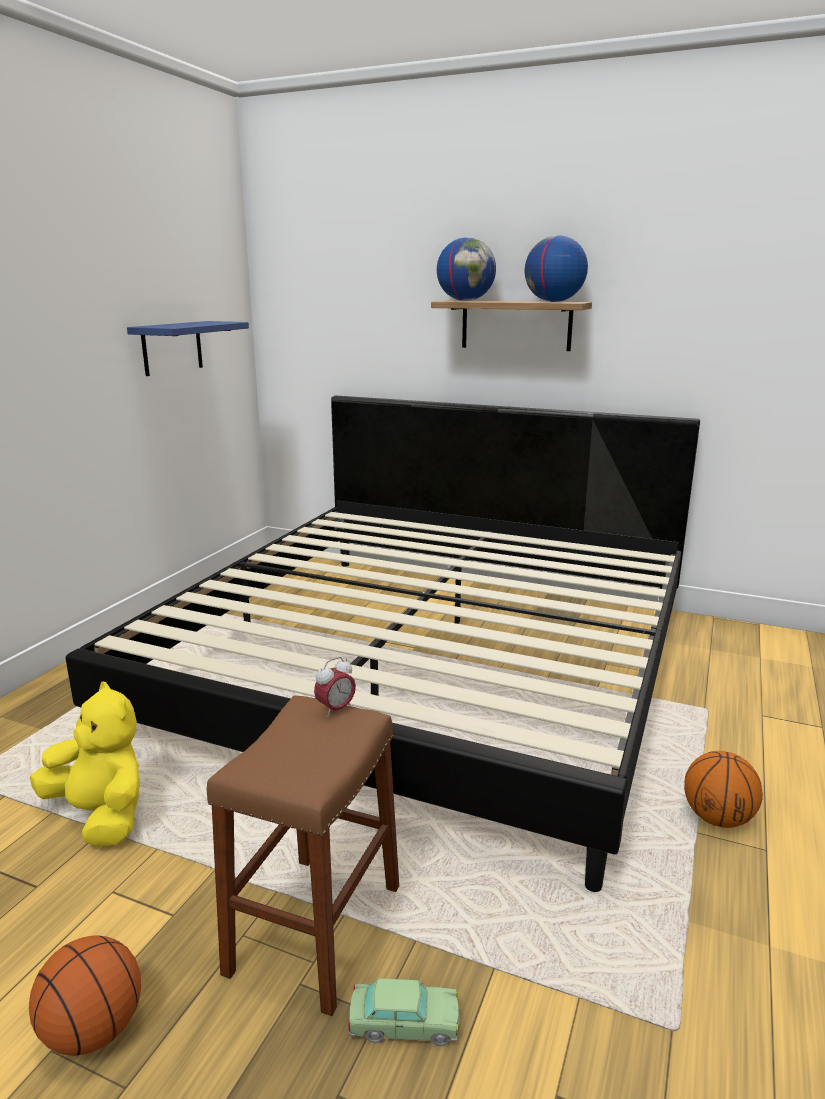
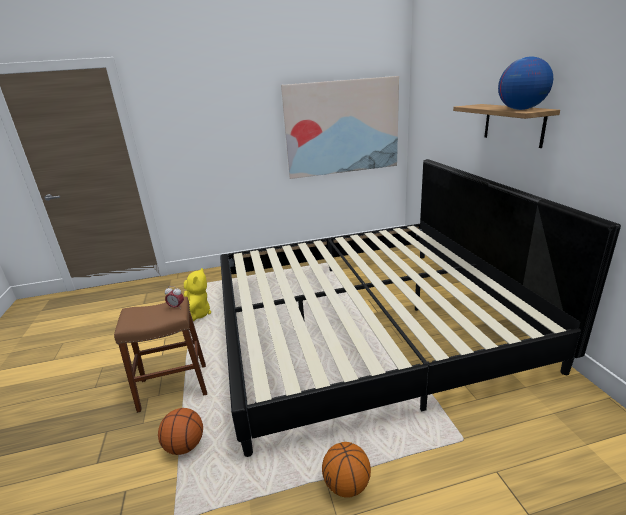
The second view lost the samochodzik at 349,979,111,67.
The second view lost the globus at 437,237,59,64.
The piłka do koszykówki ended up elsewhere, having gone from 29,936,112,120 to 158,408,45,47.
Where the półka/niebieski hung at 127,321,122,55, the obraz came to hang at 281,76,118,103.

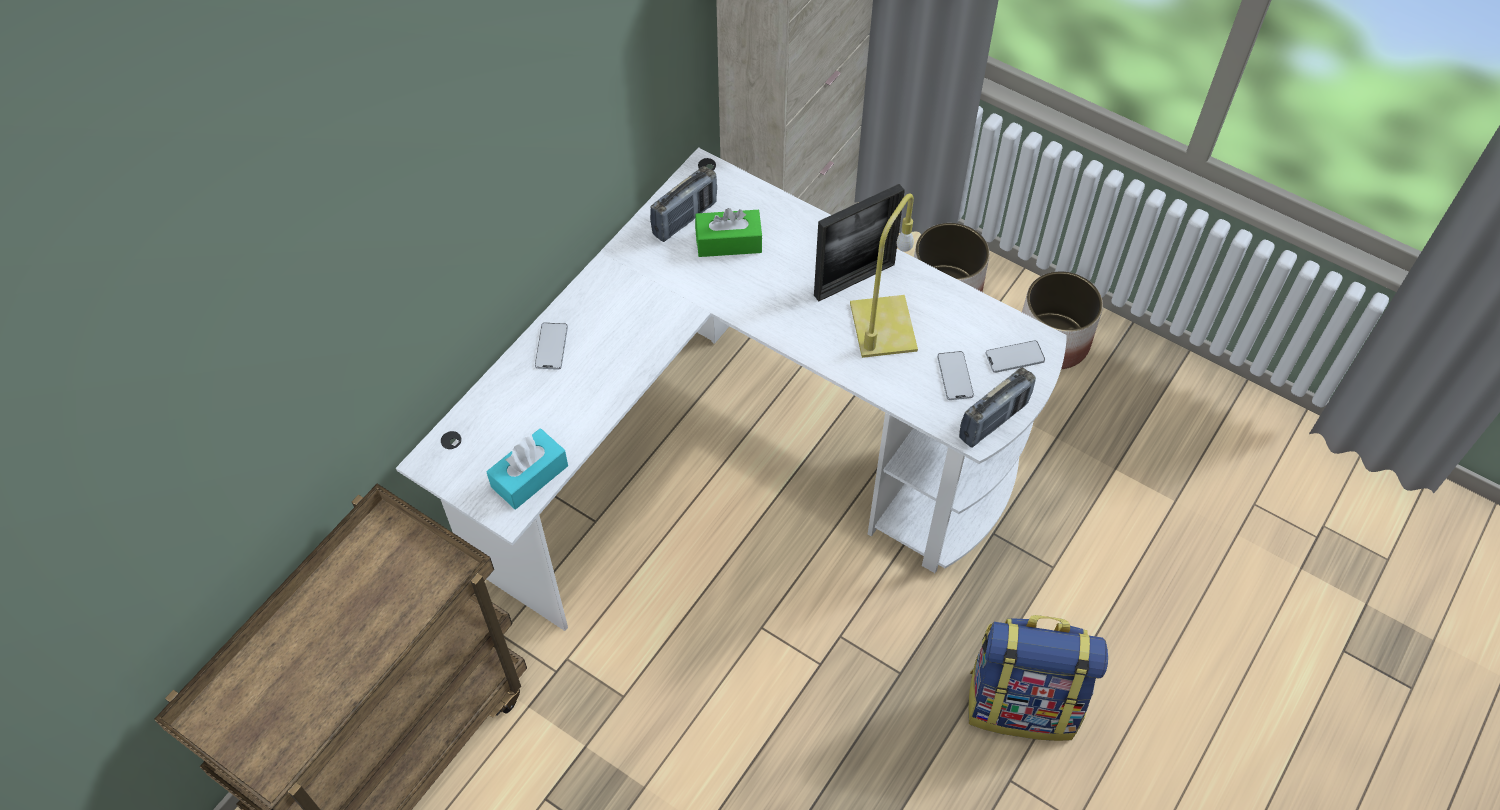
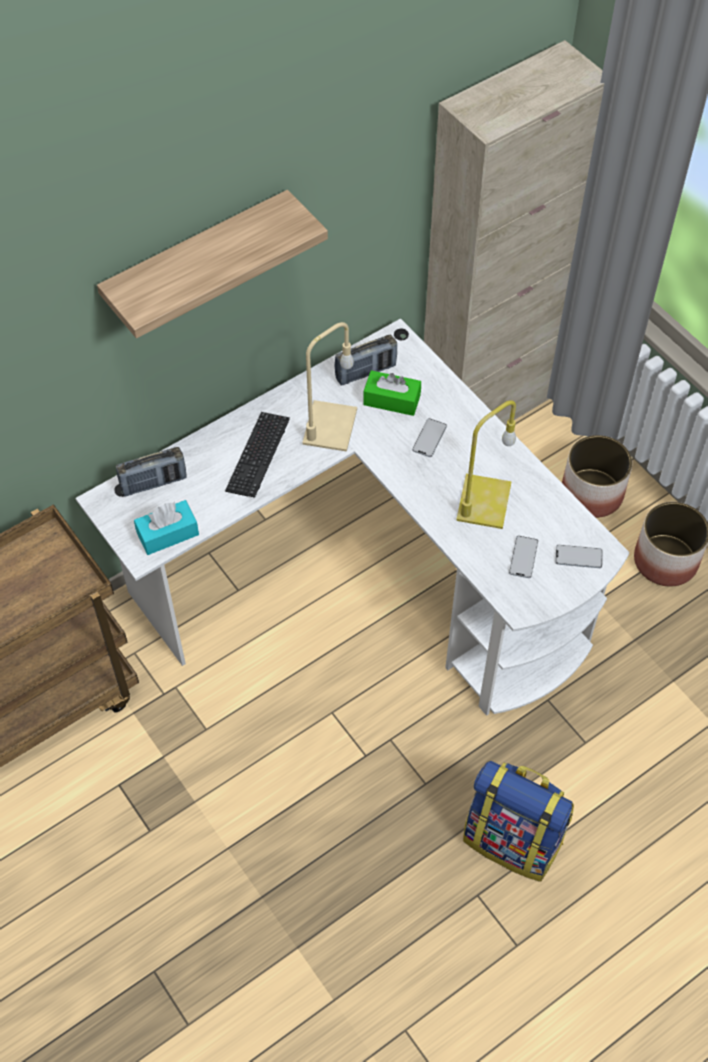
The second view lost the ramka na zdjęcie at 814,184,91,117.
The second view gained the półka at 97,190,231,148.
The second view gained the klawiatura at 225,412,65,86.
The second view gained the lampa stołowa/beżowy at 302,322,55,130.
The telefon ended up elsewhere, having gone from 535,323,33,47 to 412,418,35,39.
The radio ended up elsewhere, having gone from 959,367,77,81 to 116,447,71,50.

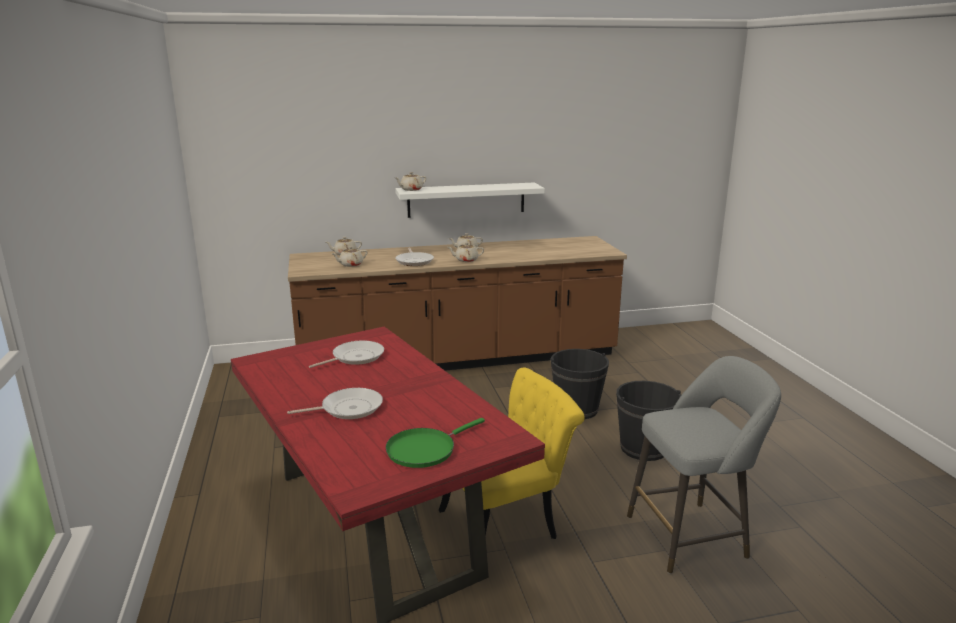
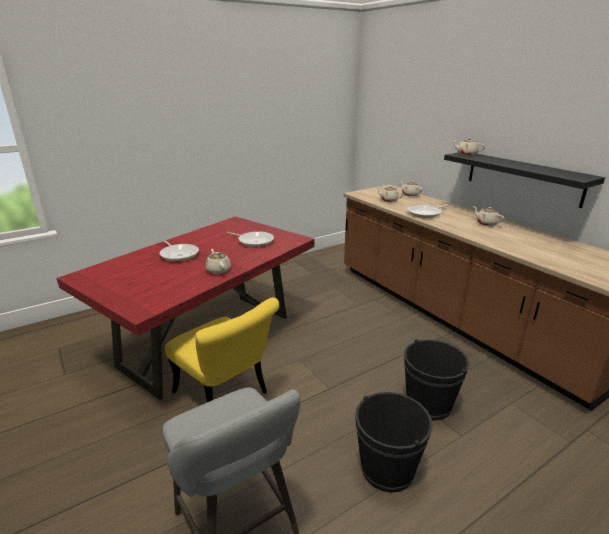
The second view lost the patelnia/zielony at 386,418,99,50.
The imbryk/beżowy ended up elsewhere, having gone from 448,242,36,20 to 205,249,26,25.
What was the półka/biały at 395,183,150,35 turned into the półka/czarny at 444,153,161,55.

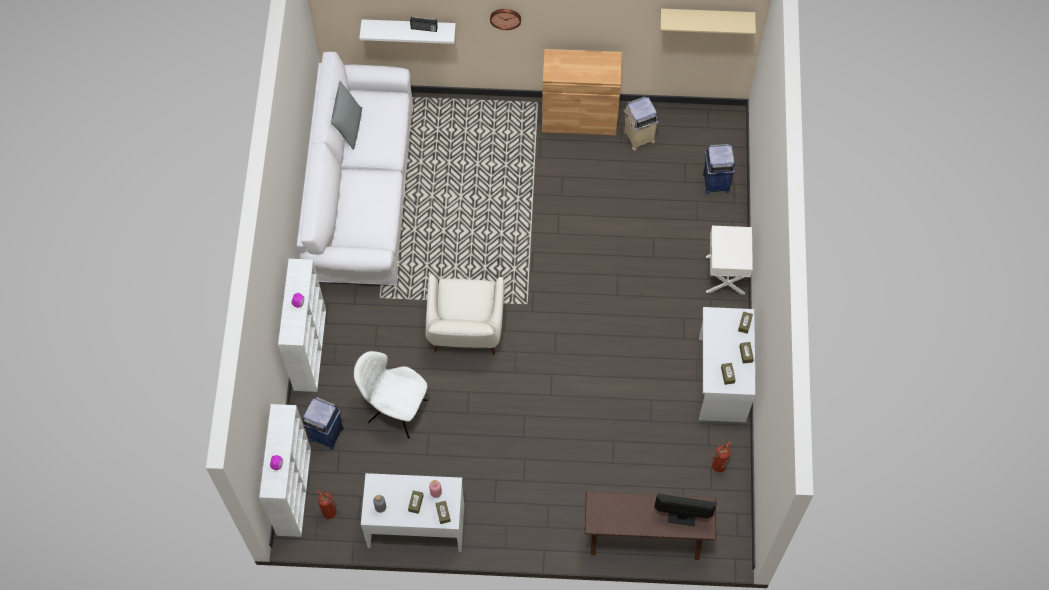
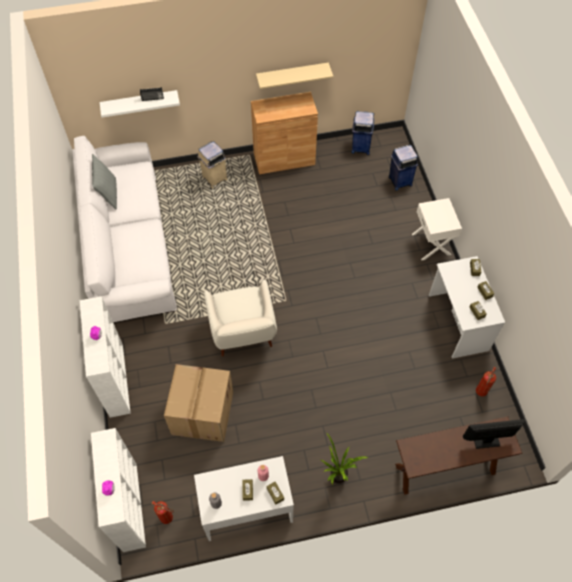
The second view lost the zegar ścienny at 490,9,31,21.
The second view gained the roślina doniczkowa at 321,432,47,53.
The kosz na śmieci/niebieski ended up elsewhere, having gone from 303,397,41,53 to 351,111,24,44.
The kosz na śmieci/beżowy ended up elsewhere, having gone from 624,96,35,54 to 197,141,31,47.
The półka/beżowy ended up elsewhere, having gone from 661,9,95,25 to 256,62,77,27.
Where the krzesło/biały stood at 354,351,74,88, the karton came to stand at 164,364,69,78.

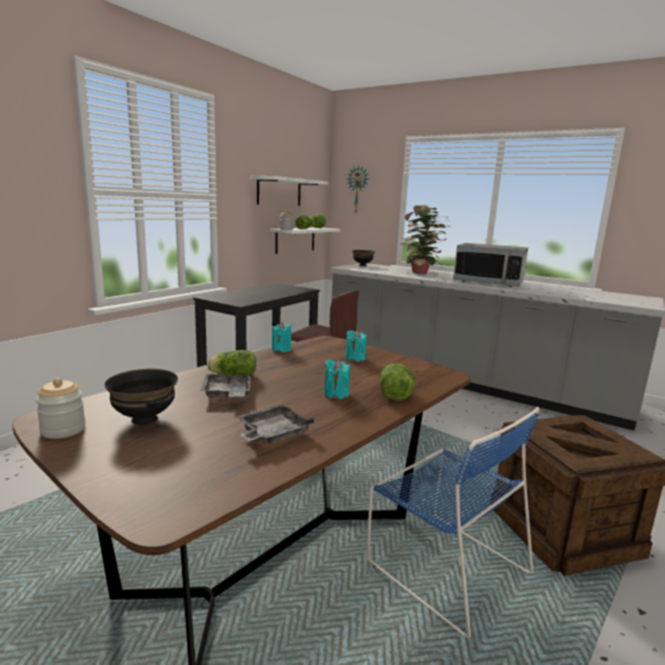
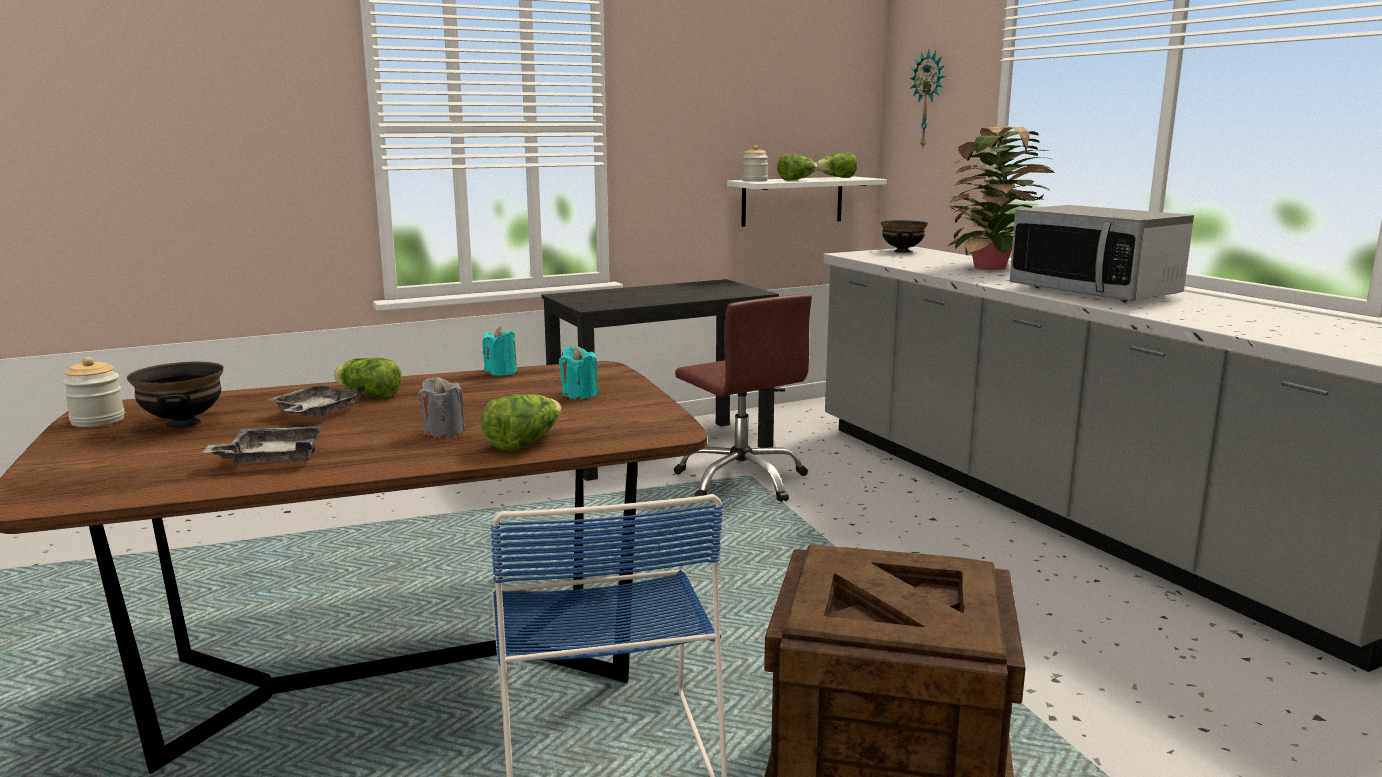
The second view lost the półka/biały at 250,176,78,30.
What was the świeca/turkusowy at 324,360,26,40 turned into the świeca/szary at 418,377,47,61.

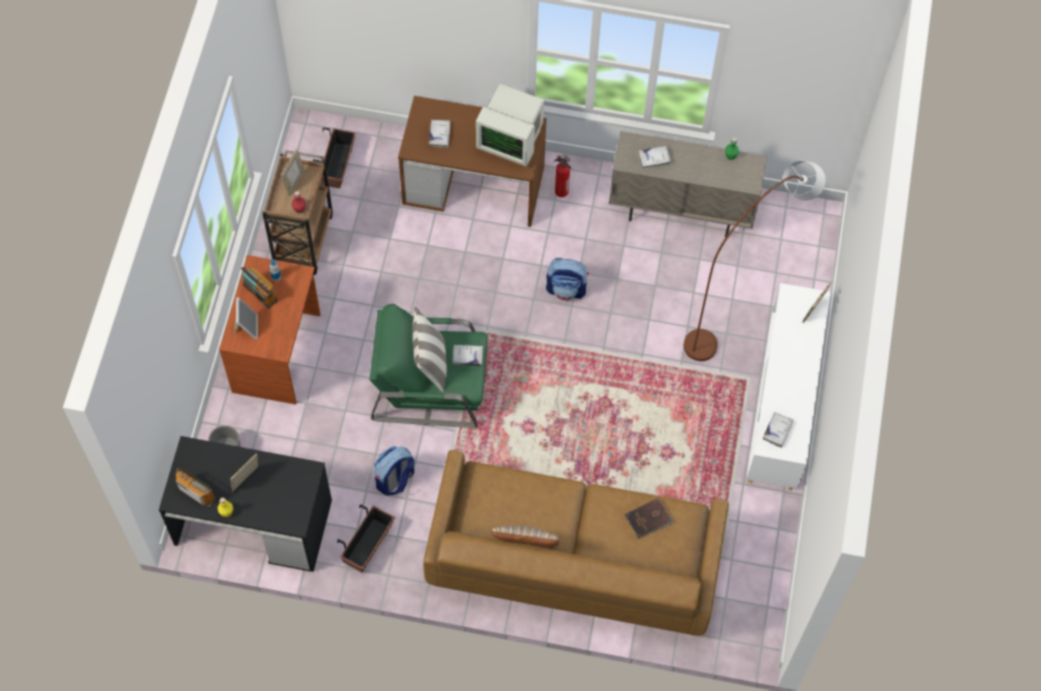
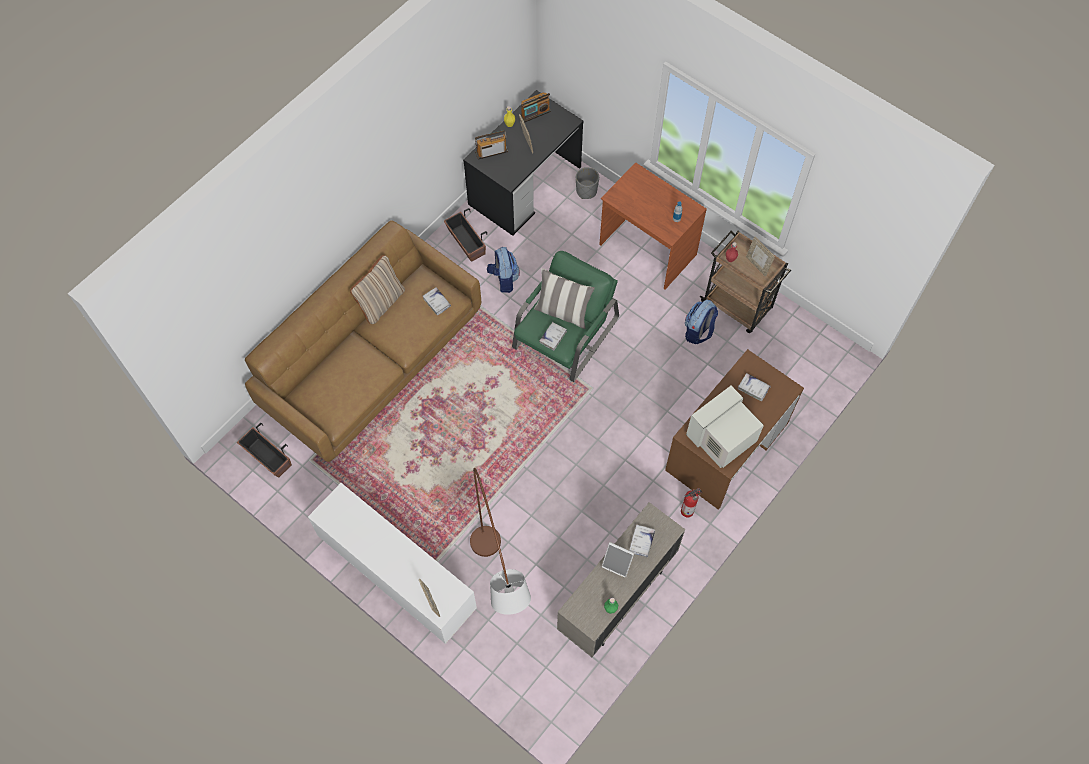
The second view lost the książka/brązowy at 625,498,48,41.
The ramka na zdjęcie ended up elsewhere, having gone from 234,297,24,43 to 602,542,32,36.
The radio ended up elsewhere, having gone from 241,267,37,41 to 475,130,33,30.
The donica ended up elsewhere, having gone from 313,127,43,61 to 237,423,55,55.
The plecak ended up elsewhere, having gone from 546,258,43,43 to 685,300,33,44.
The książka/biały ended up elsewhere, having gone from 763,412,31,36 to 423,287,28,29.

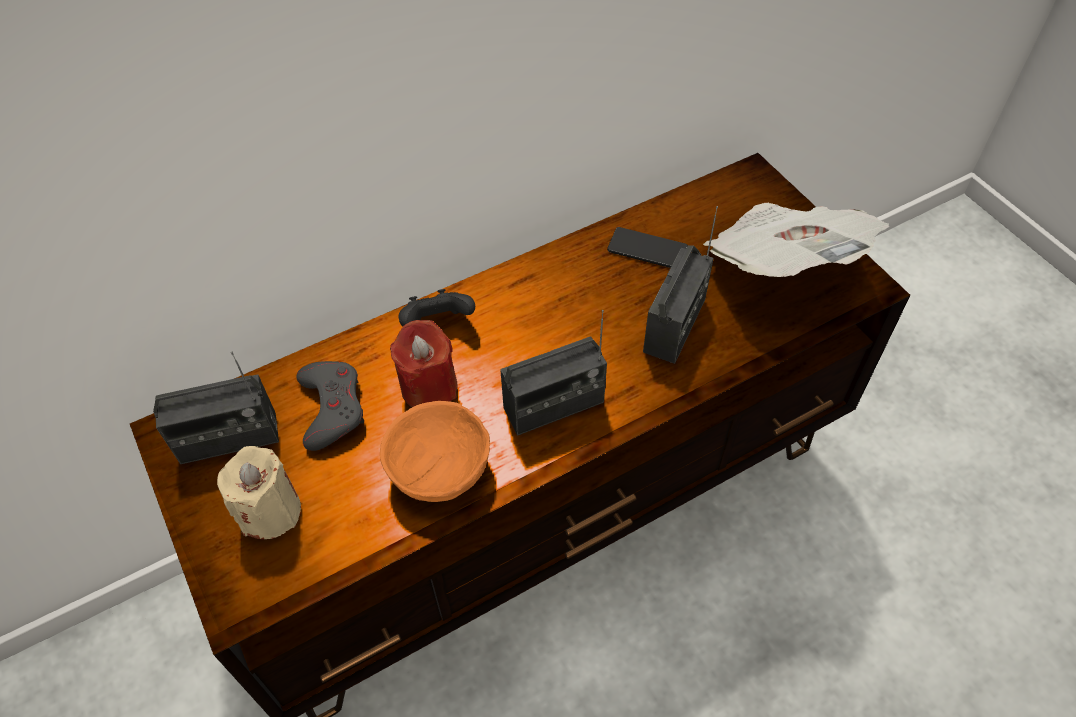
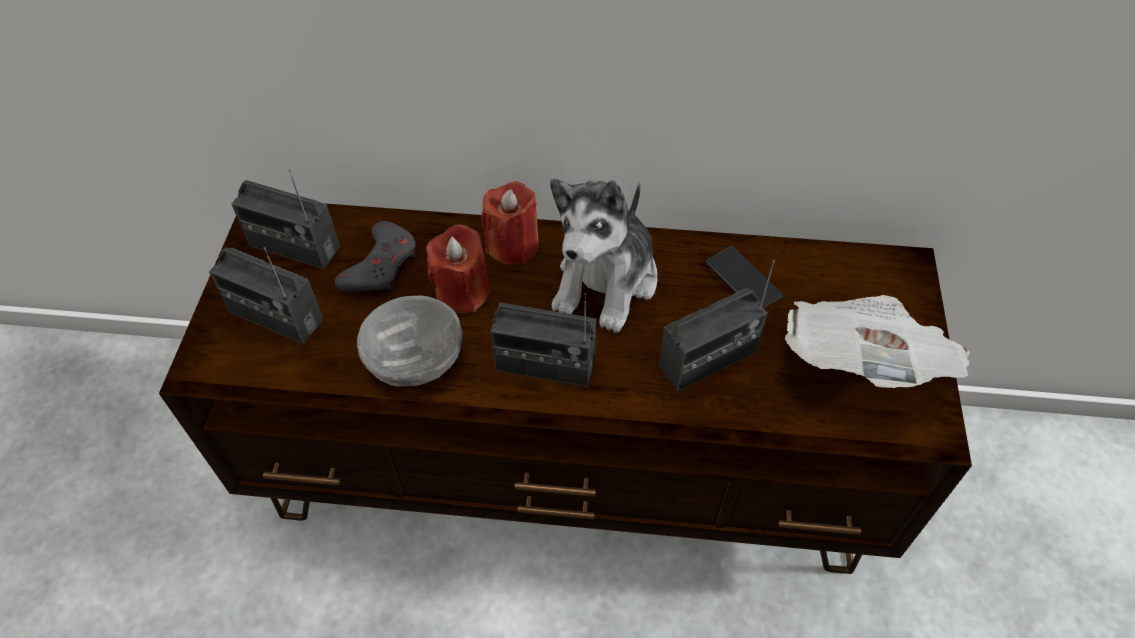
The second view gained the pluszak at 550,179,107,154.
Where the świeca/beżowy stood at 217,446,84,93, the radio came to stand at 209,247,115,97.
Where the pad do gier/czarny stood at 399,289,76,37, the świeca/czerwony came to stand at 482,181,57,84.
What was the miska/pomarańczowy at 380,401,110,101 turned into the miska/szary at 357,296,105,90.

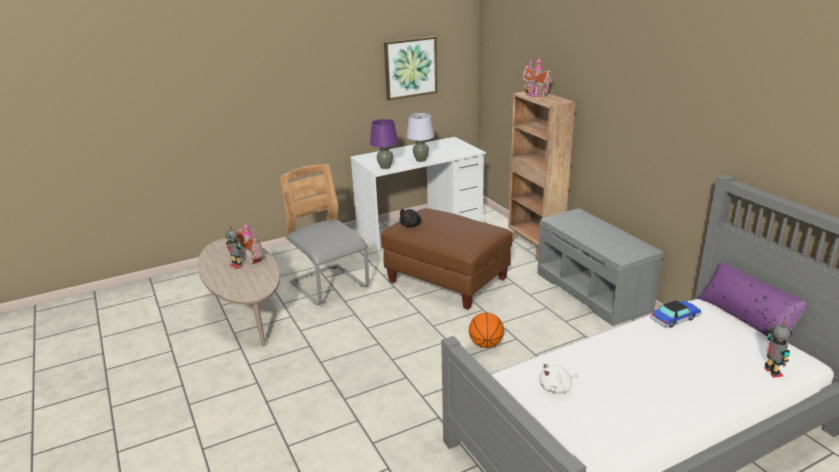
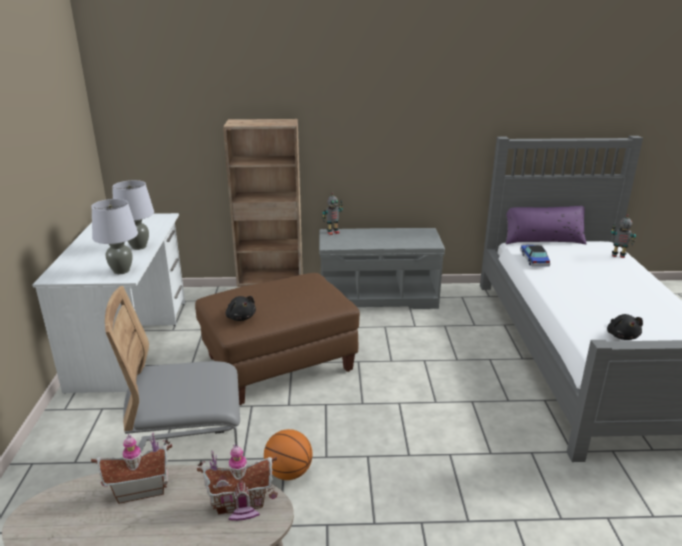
The second view lost the obraz at 384,36,54,64.
The robot zabawkowy ended up elsewhere, having gone from 225,226,17,43 to 322,192,21,43.
The piłka do koszykówki ended up elsewhere, having gone from 469,312,35,36 to 264,429,49,51.
The domek ended up elsewhere, having gone from 523,57,29,40 to 197,443,81,78.
What was the lampa stołowa/fioletowy at 370,119,28,50 turned into the lampa stołowa/szary at 91,199,47,75.
What was the pluszak/biały at 539,362,39,31 turned into the pluszak/czarny at 607,314,36,26.

